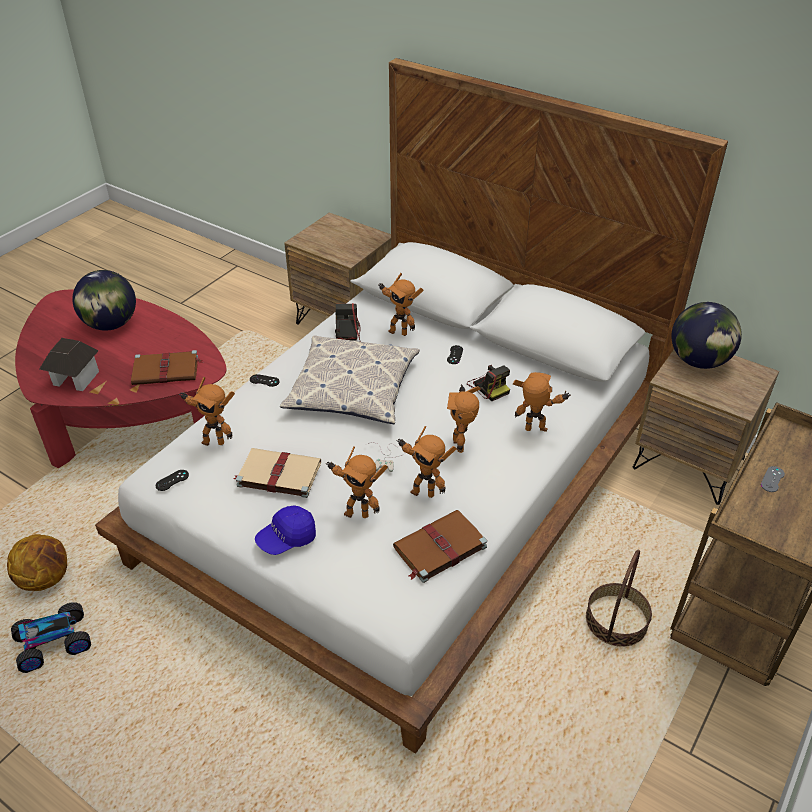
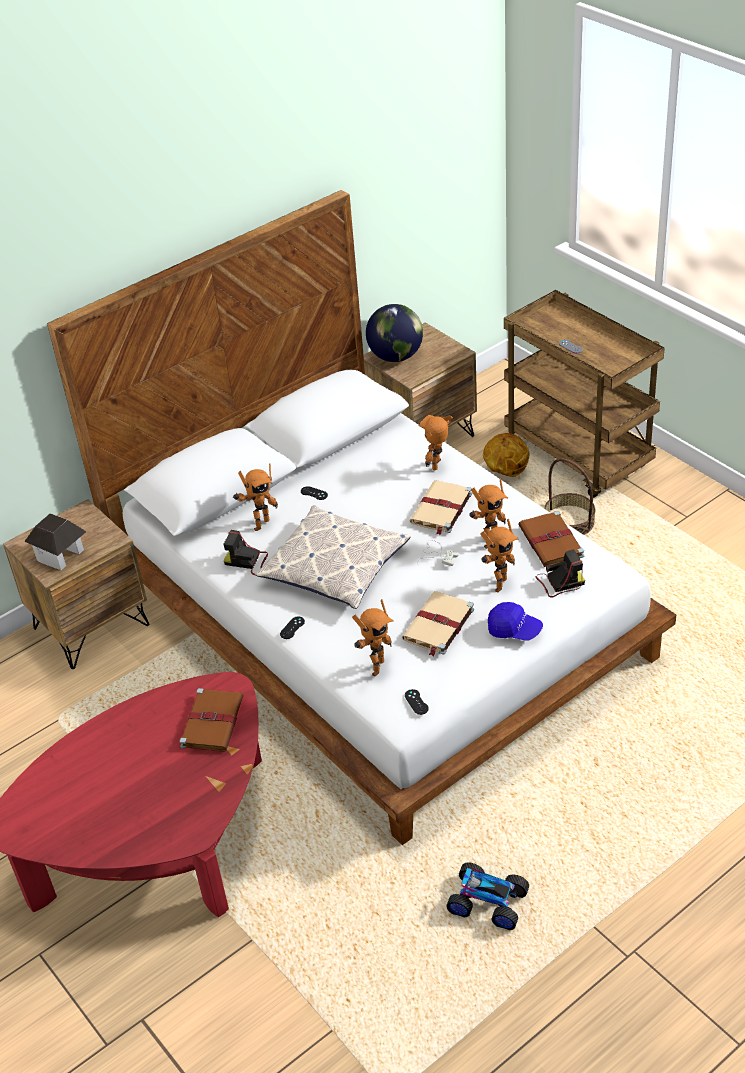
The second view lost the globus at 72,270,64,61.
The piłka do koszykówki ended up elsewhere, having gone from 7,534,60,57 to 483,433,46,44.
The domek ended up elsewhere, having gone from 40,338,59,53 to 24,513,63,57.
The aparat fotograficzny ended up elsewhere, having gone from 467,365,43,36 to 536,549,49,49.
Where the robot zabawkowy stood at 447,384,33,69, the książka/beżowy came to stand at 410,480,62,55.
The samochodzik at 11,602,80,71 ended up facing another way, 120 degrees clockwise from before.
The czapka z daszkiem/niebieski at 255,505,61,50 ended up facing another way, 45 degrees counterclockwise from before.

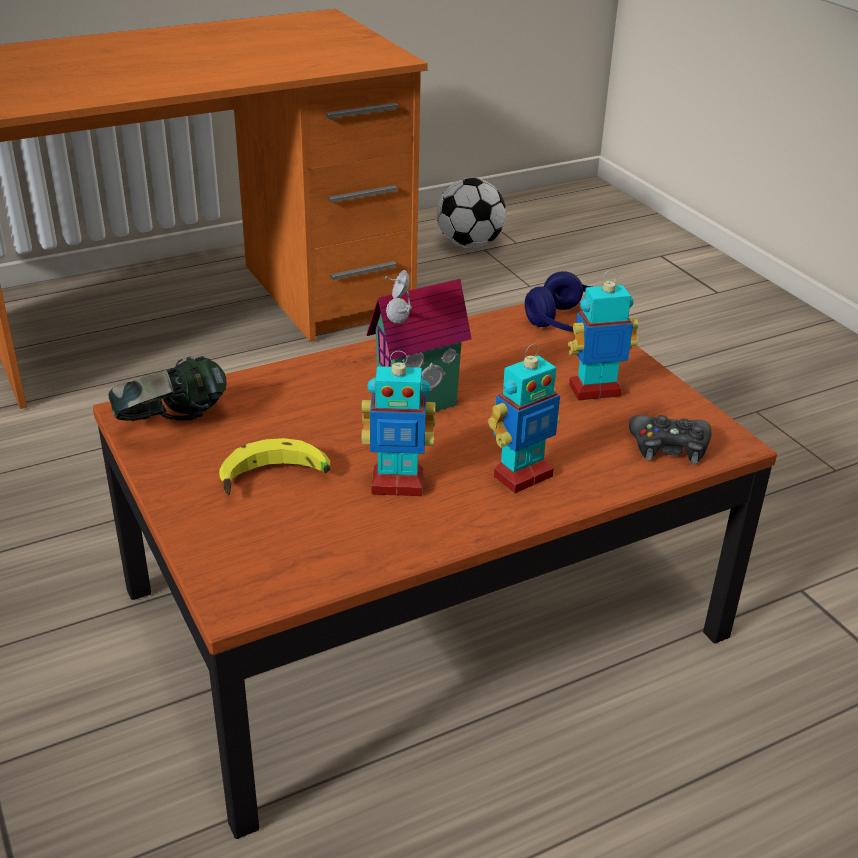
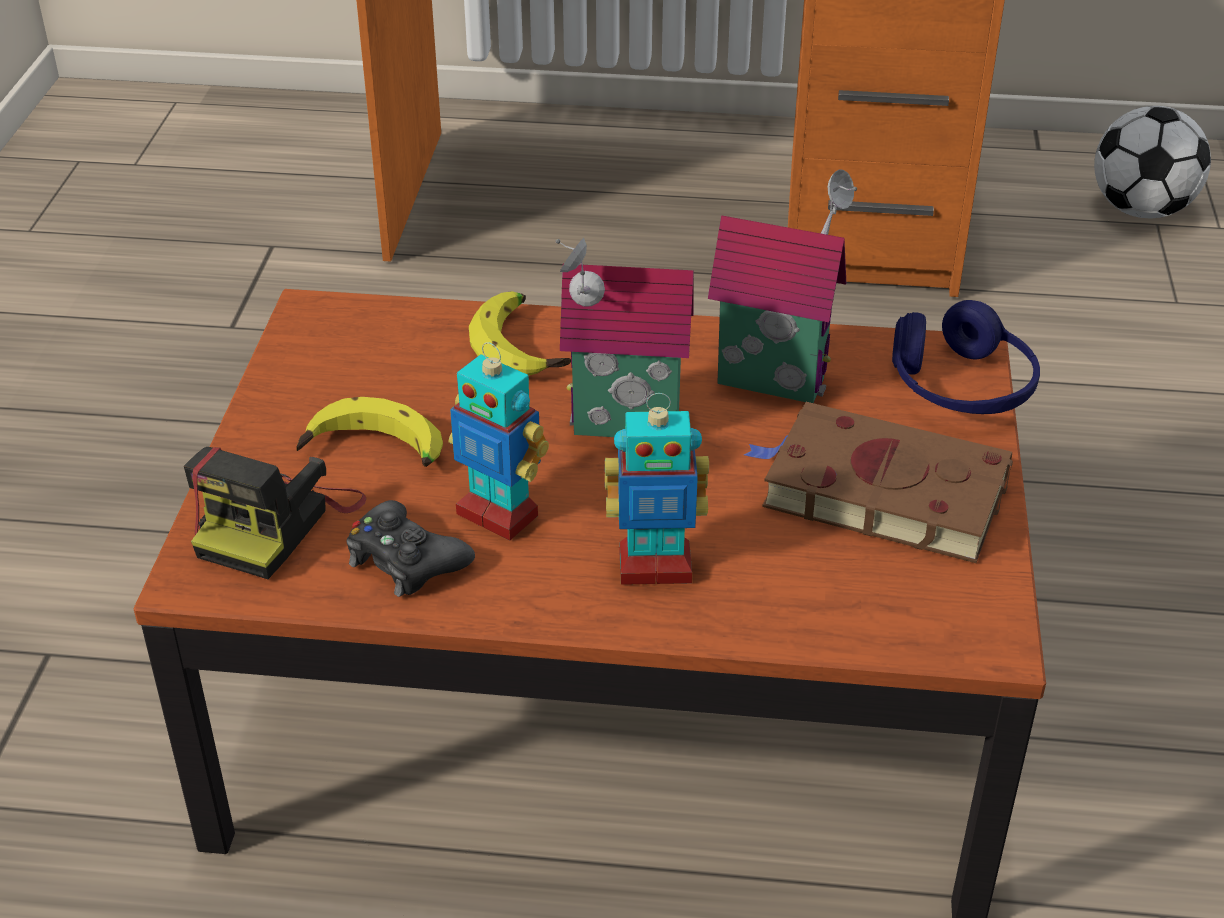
The second view lost the słuchawki at 109,356,118,65.
The second view gained the aparat fotograficzny at 184,447,182,132.
The second view gained the banan at 469,291,102,85.
The second view gained the domek at 708,169,149,234.
The pad do gier/czarny ended up elsewhere, having gone from 629,415,82,49 to 347,500,128,97.
Where the robot zabawkowy stood at 568,270,70,131, the książka/brązowy came to stand at 744,402,269,161.

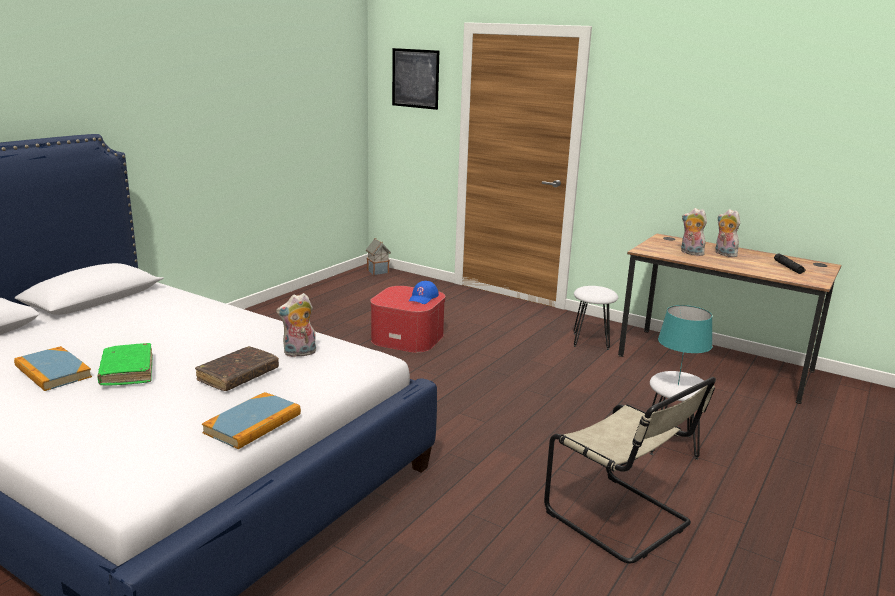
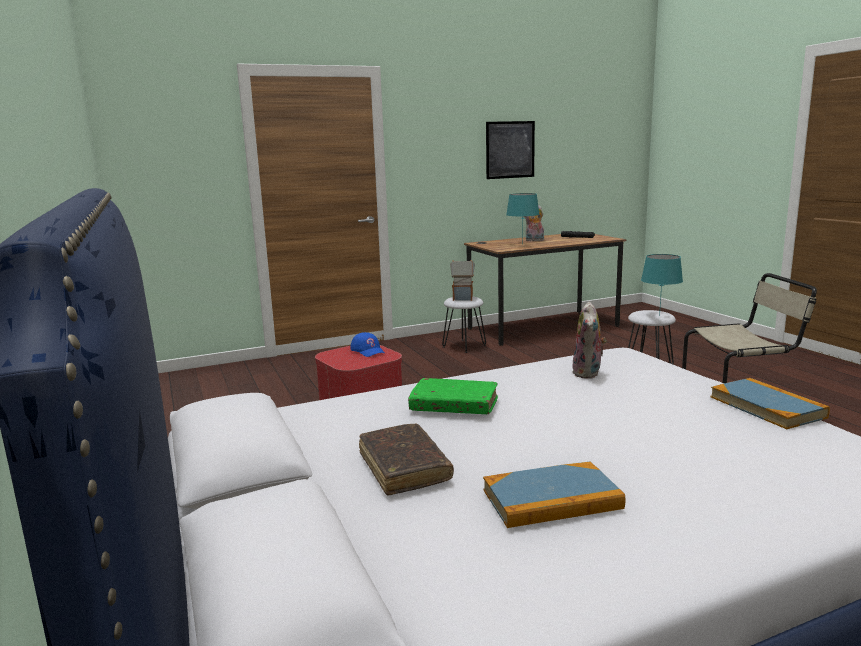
The książka/zielony ended up elsewhere, having gone from 97,343,56,43 to 408,378,90,36.
The książka/brązowy ended up elsewhere, having gone from 195,346,84,45 to 359,424,95,71.
The domek ended up elsewhere, having gone from 366,238,25,37 to 450,260,25,41.
The obraz ended up elsewhere, having gone from 392,48,47,62 to 486,121,49,58.
Where the pluszak stood at 681,208,26,48, the lampa stołowa/turkusowy came to stand at 506,193,34,52.

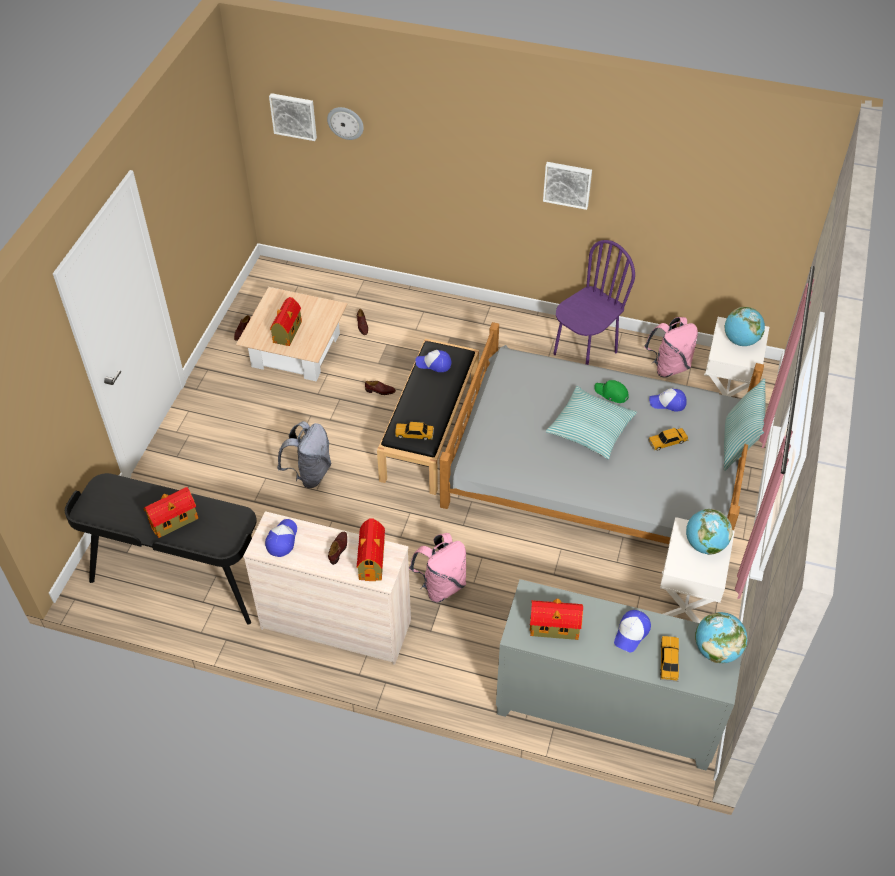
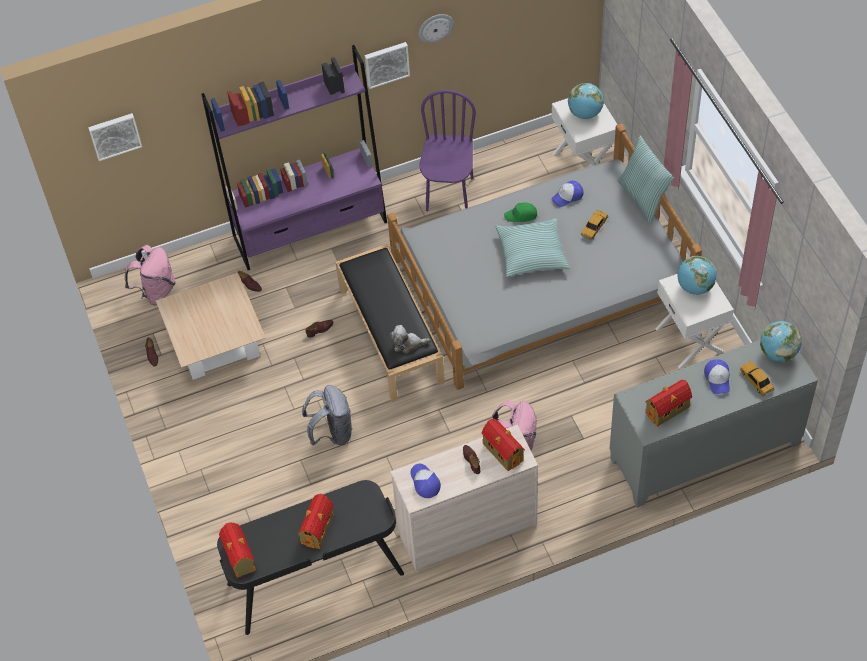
The second view lost the czapka z daszkiem at 415,350,36,22.
The second view gained the regał/fioletowy at 201,45,186,225.
The domek ended up elsewhere, having gone from 270,297,32,49 to 219,522,37,56.
The zegar ścienny ended up elsewhere, having gone from 327,107,37,33 to 419,14,35,29.
The plecak/różowy ended up elsewhere, having gone from 644,317,54,61 to 125,245,51,60.
Where the samochodzik stood at 395,422,39,18, the pluszak came to stand at 390,325,40,29.

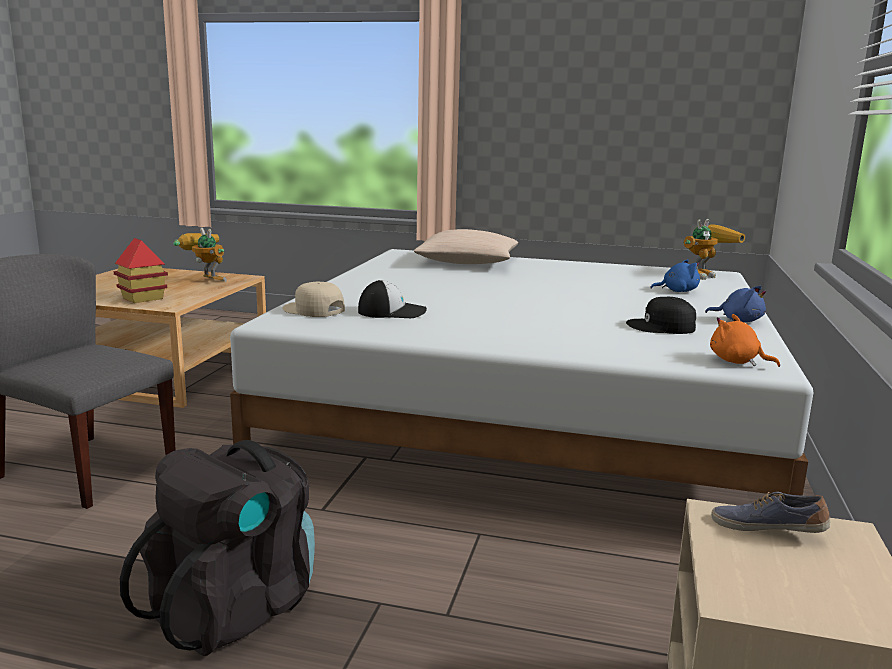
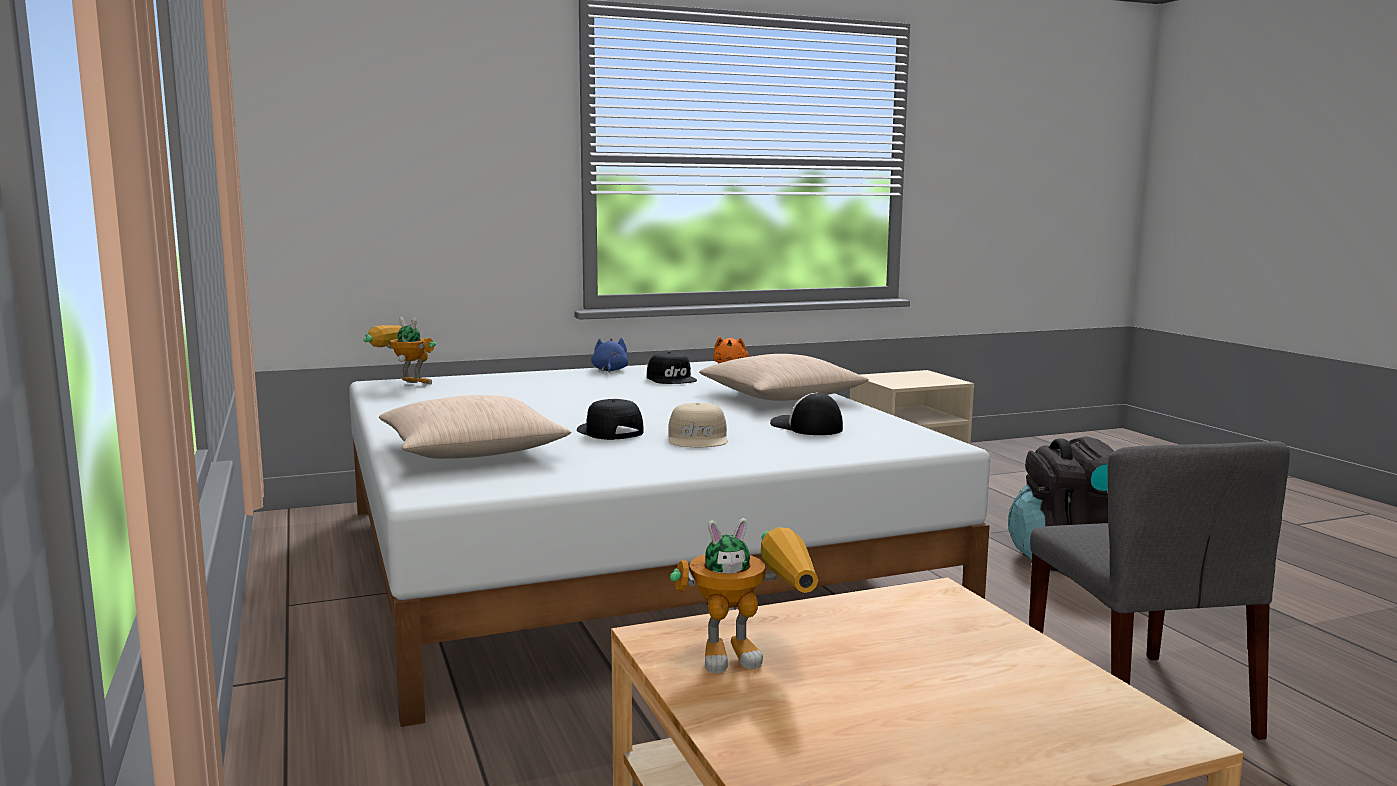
The second view lost the domek at 114,238,54,65.
The second view lost the pluszak/niebieski at 650,259,50,33.
The second view lost the but at 711,492,119,41.
The second view gained the czapka z daszkiem/czarny at 577,399,66,41.
The second view gained the poduszka/beżowy at 699,354,170,47.
The czapka z daszkiem/beżowy ended up elsewhere, having gone from 282,282,63,35 to 668,403,60,44.
The robot zabawkowy at 174,228,53,54 ended up facing another way, 105 degrees counterclockwise from before.

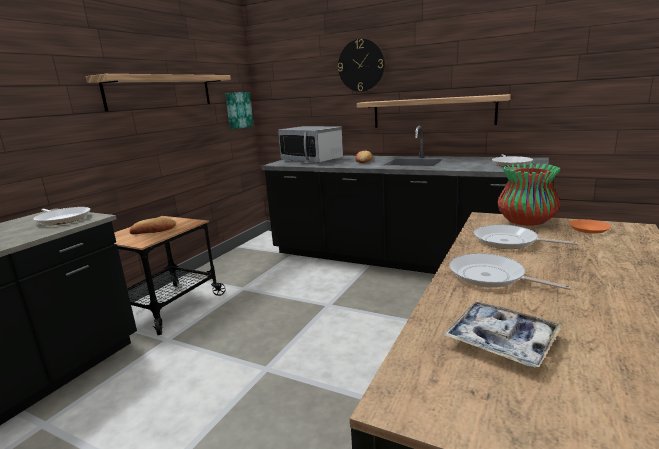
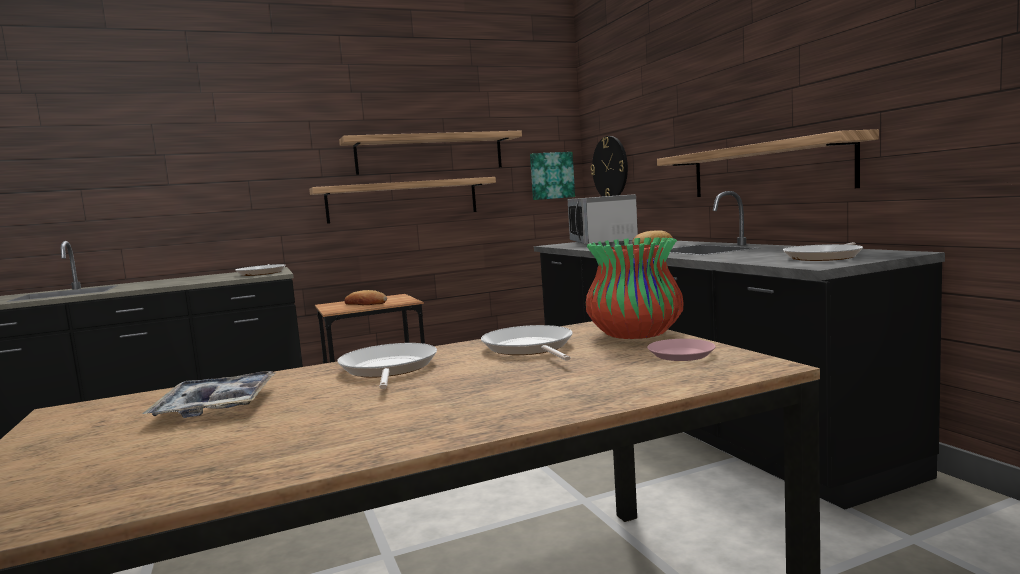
The second view gained the półka at 309,177,187,47.
The zegar ścienny ended up elsewhere, having gone from 338,39,47,53 to 591,136,37,61.
What was the talerz/pomarańczowy at 569,219,42,15 turned into the talerz/różowy at 647,339,69,22.

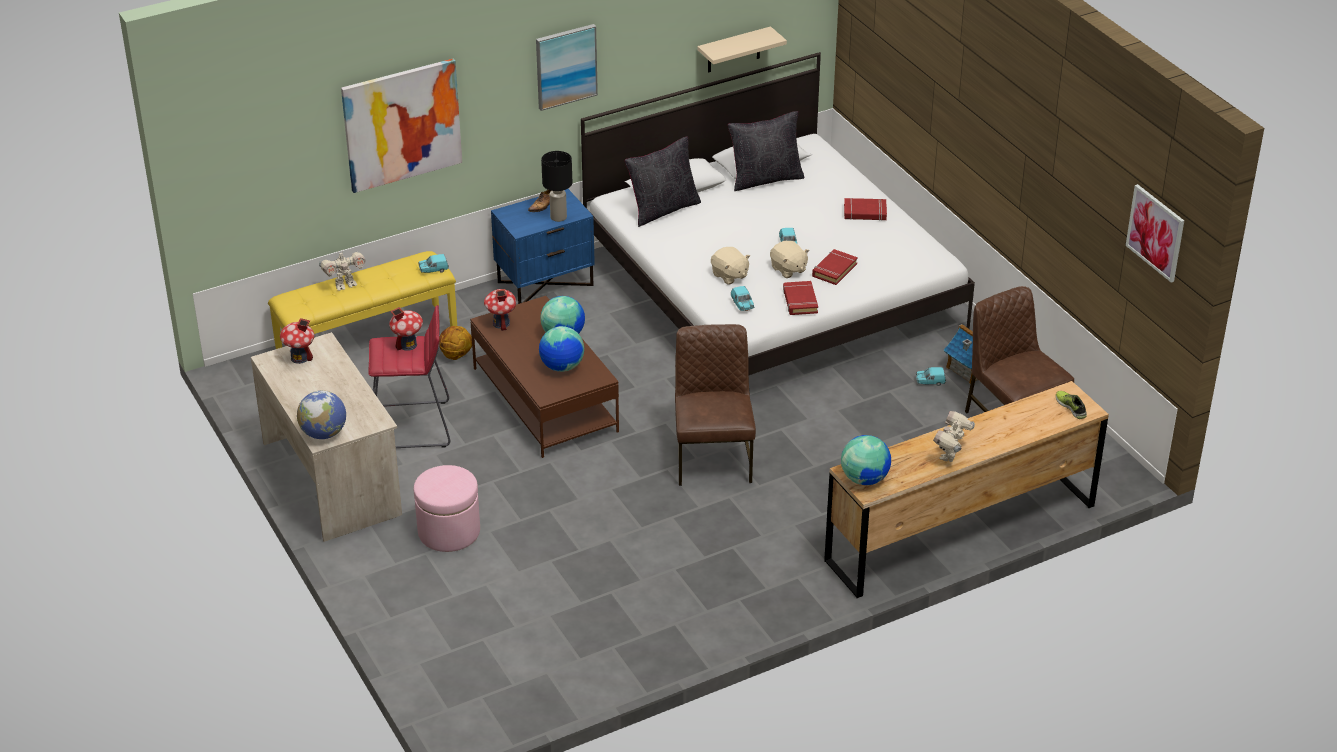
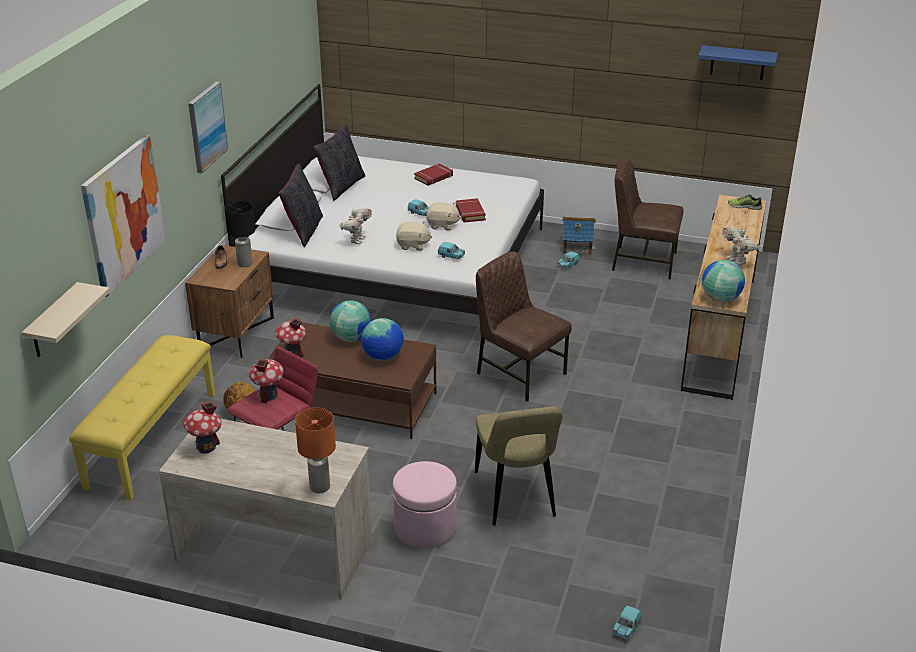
The second view lost the książka/czerwony at 783,281,35,34.
The second view gained the krzesło/beżowy at 475,406,88,120.
The robot zabawkowy ended up elsewhere, having gone from 319,251,47,40 to 339,208,33,36.
The samochodzik/turkusowy ended up elsewhere, having gone from 418,254,31,19 to 612,606,30,33.
The półka/beżowy ended up elsewhere, having gone from 697,26,90,47 to 22,282,88,75.
Where the globus stood at 297,390,49,49, the lampa stołowa/pomarańczowy came to stand at 295,407,41,86.
Where the obraz hung at 1126,184,58,99, the półka/niebieski came to hang at 698,45,80,35.
What was the szafka nocna/niebieski at 491,189,104,115 turned into the szafka nocna/brązowy at 185,245,89,113.

